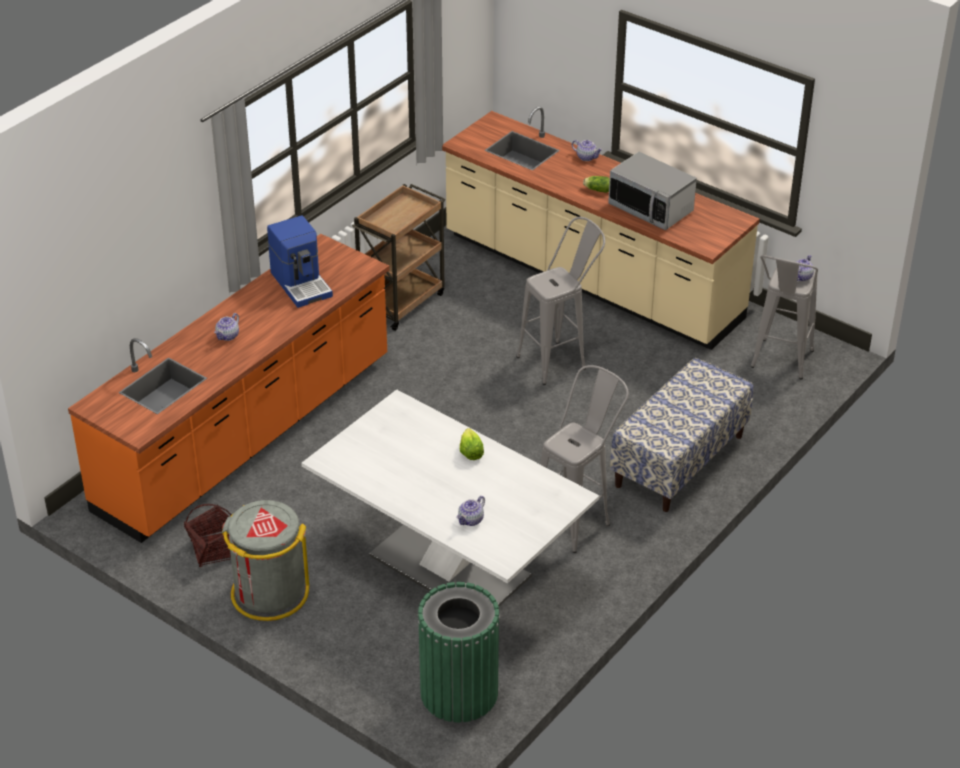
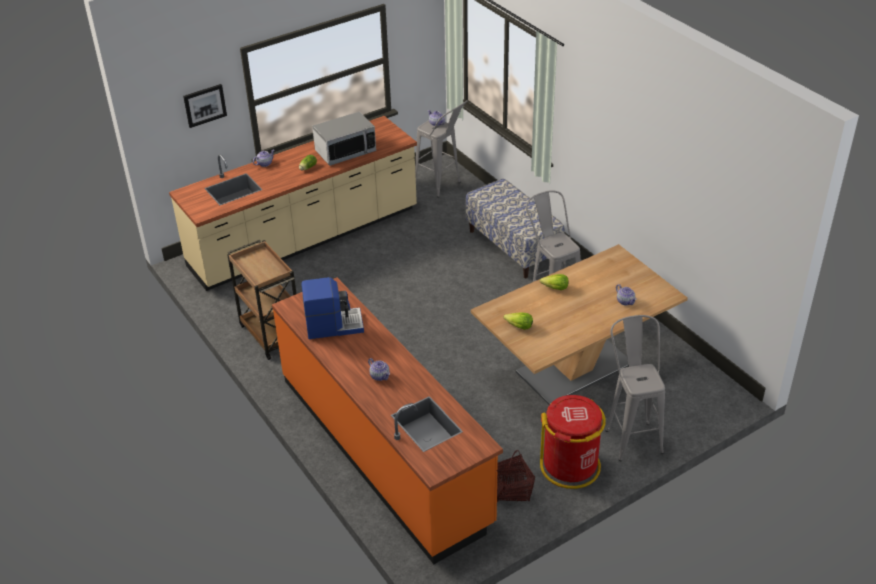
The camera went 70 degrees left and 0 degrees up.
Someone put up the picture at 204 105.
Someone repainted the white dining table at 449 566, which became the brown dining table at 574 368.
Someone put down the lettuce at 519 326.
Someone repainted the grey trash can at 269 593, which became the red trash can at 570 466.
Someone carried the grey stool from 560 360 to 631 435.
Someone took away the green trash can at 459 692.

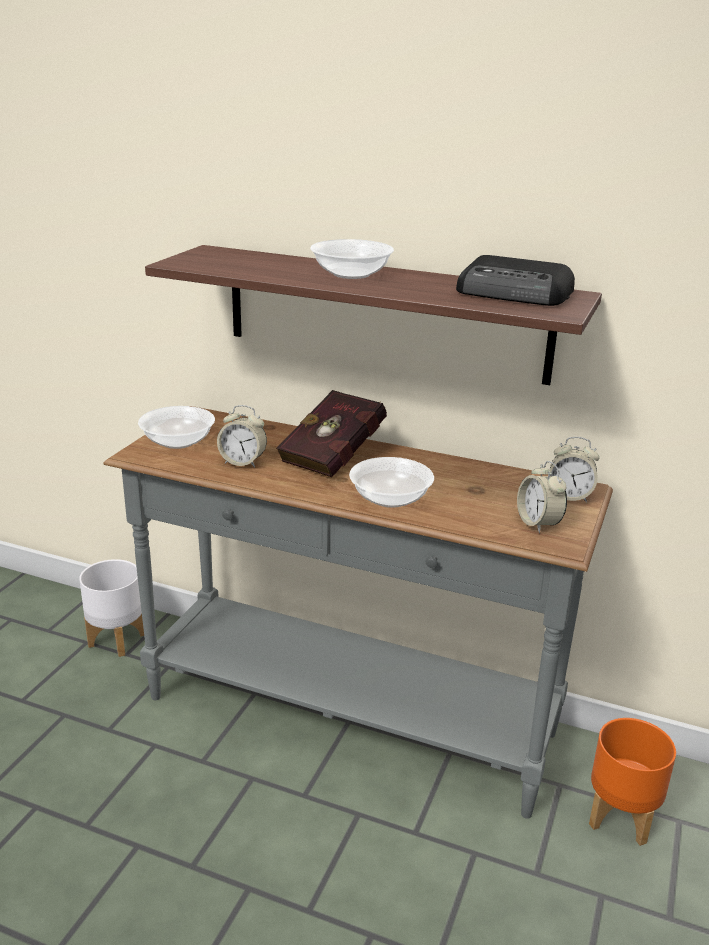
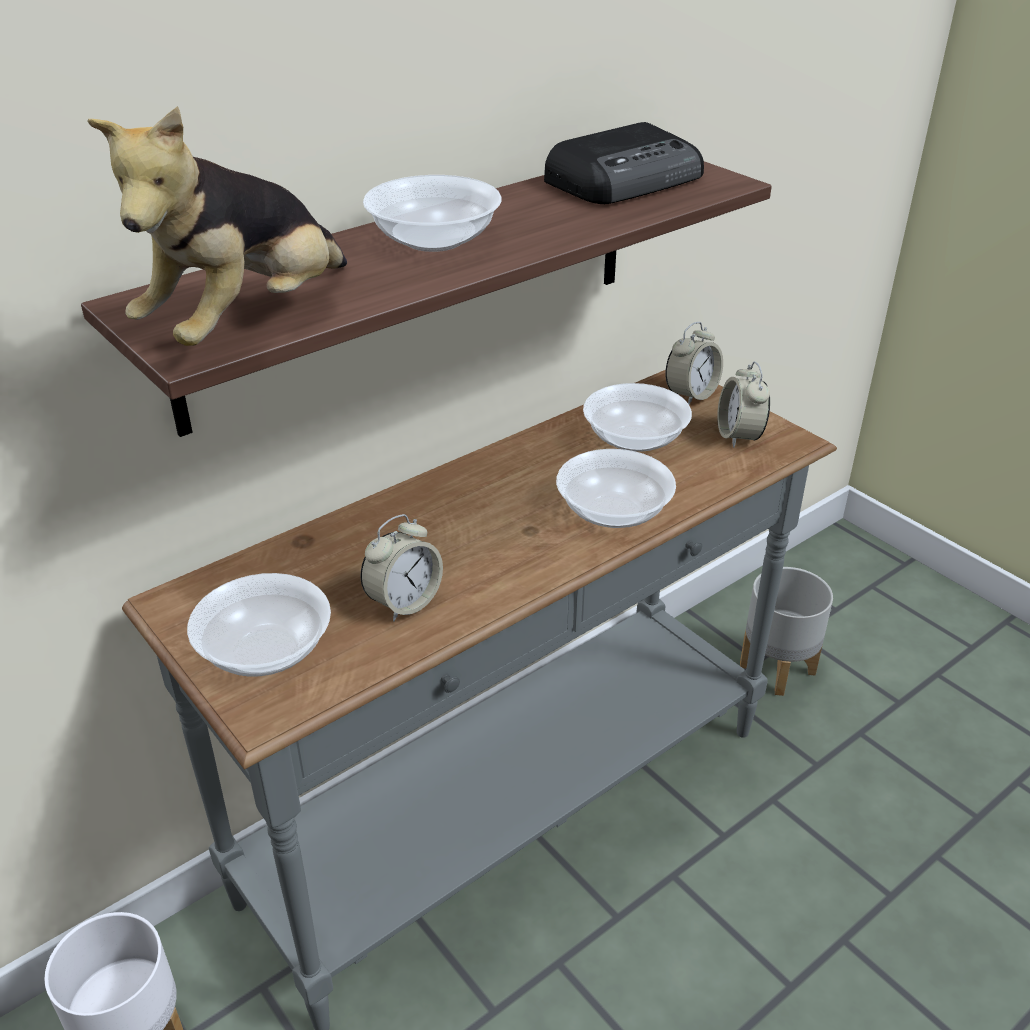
The camera went 60 degrees left and 10 degrees up.
Someone put down the plush toy at 248 323.
Someone put down the bowl at 634 438.
Someone rotated the alarm clock at 538 523 by 75 degrees clockwise.
Someone repainted the orange planter at 622 817, which became the grey planter at 778 668.
Someone took away the red book at 336 456.

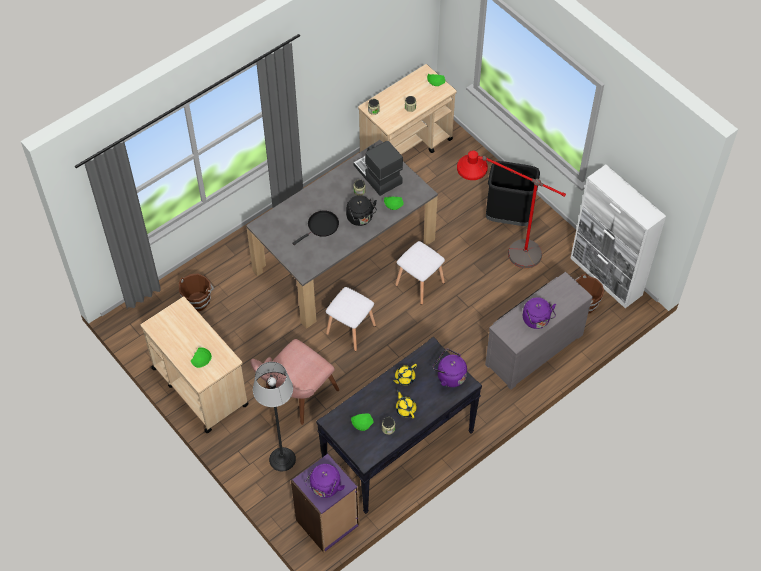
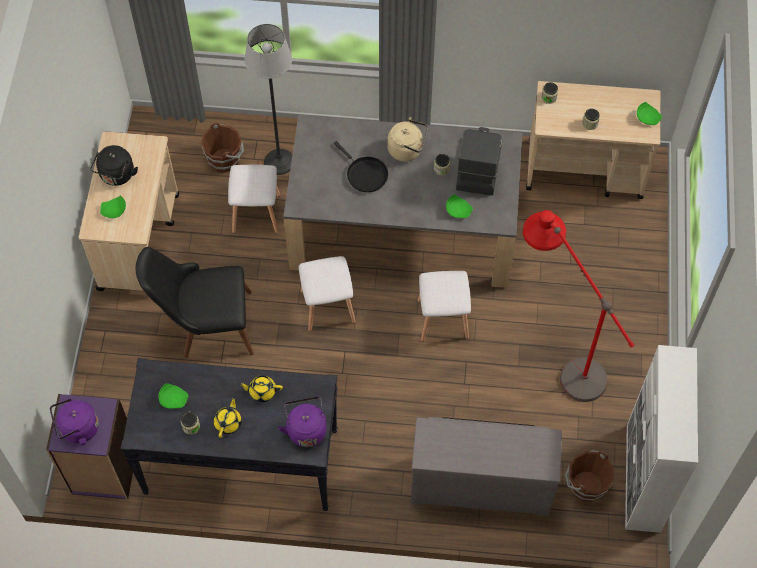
The camera went 45 degrees right and 5 degrees up.
Someone carried the black kettle from 361 218 to 116 176.
Someone repainted the pink chair at 294 398, which became the black chair at 205 326.
Someone put down the white stool at 256 212.
Someone carried the floor lamp from 282 459 to 279 161.
Someone rotated the black frying pan at 321 226 by 45 degrees clockwise.
Someone put down the beige kettle at 407 150.
Someone took away the black trash can at 508 217.
Someone took away the purple kettle at 537 321.

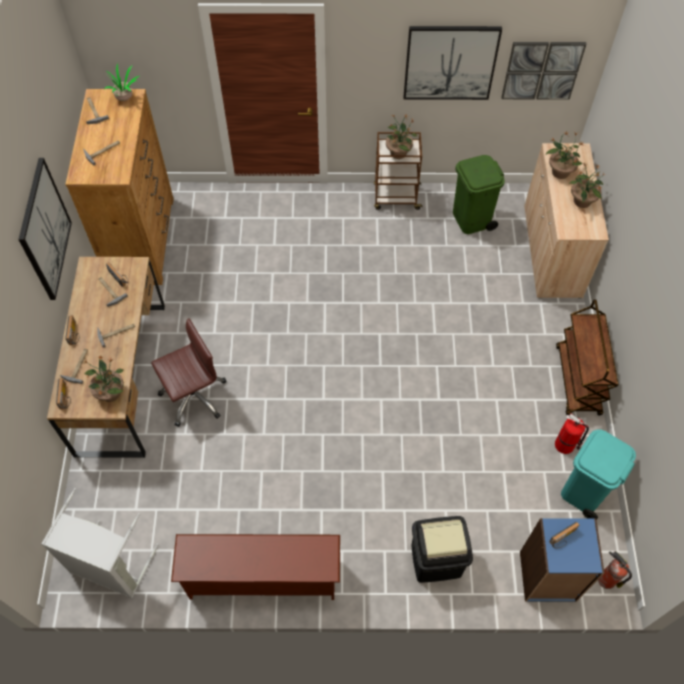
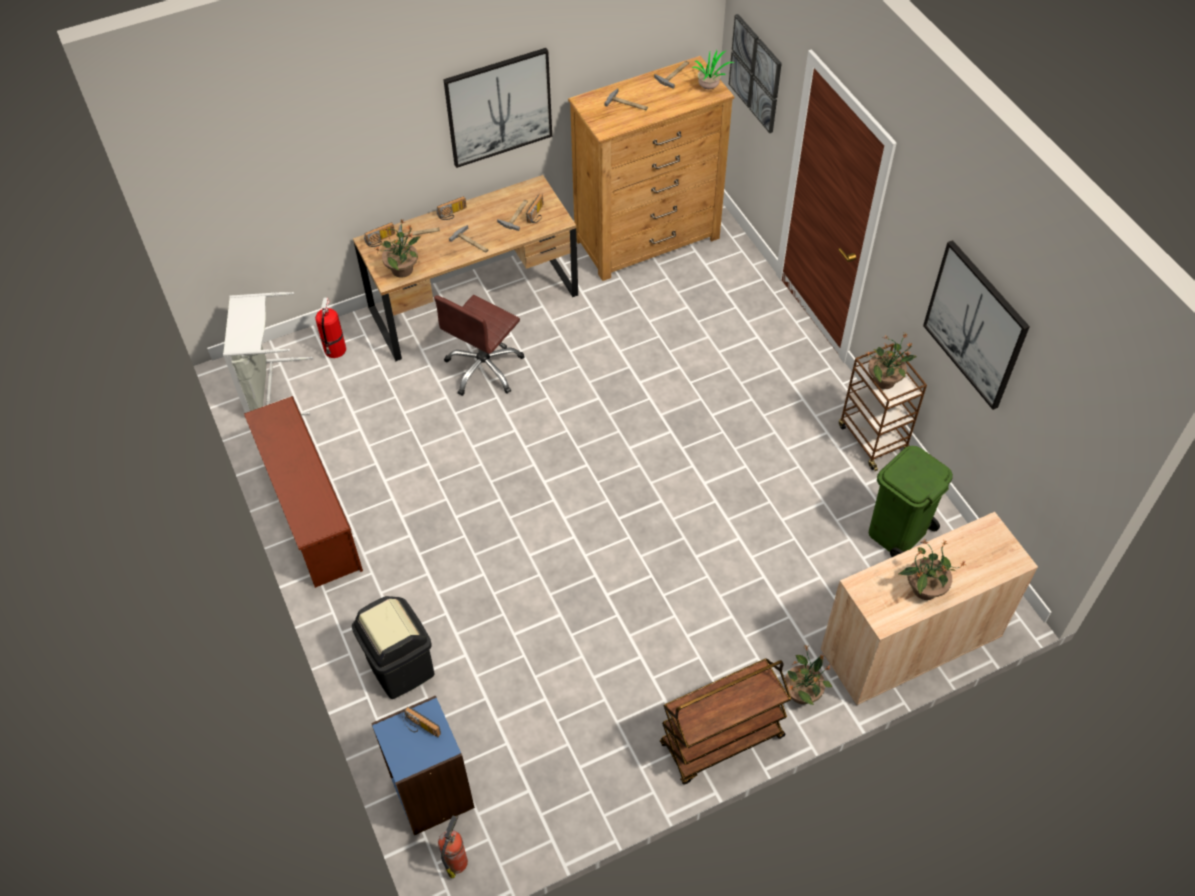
The camera went 65 degrees right and 5 degrees down.
Someone carried the fire extinguisher from 565 445 to 335 350.
Someone rotated the brown office chair at 194 396 by 90 degrees clockwise.
Someone carried the picture from 542 70 to 755 73.
Someone carried the potted plant from 560 172 to 802 692.
Someone took away the turquoise trash can at 584 491.

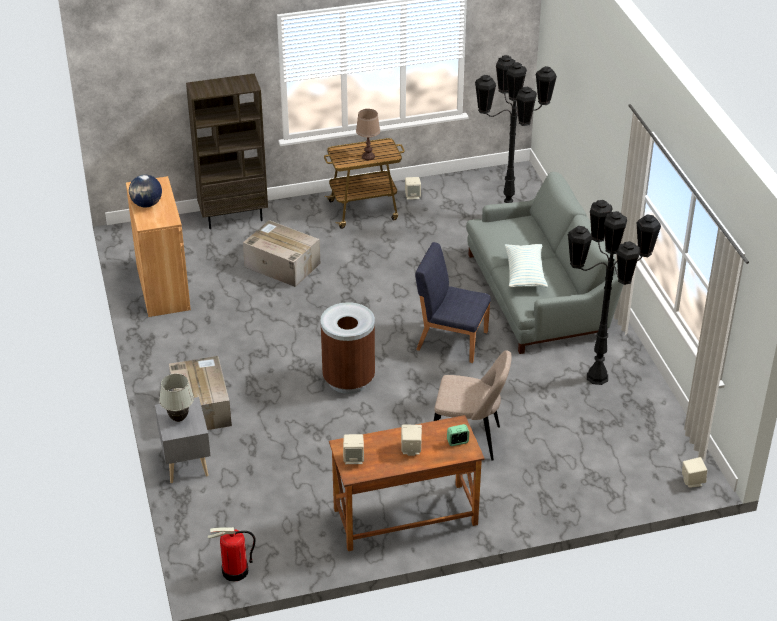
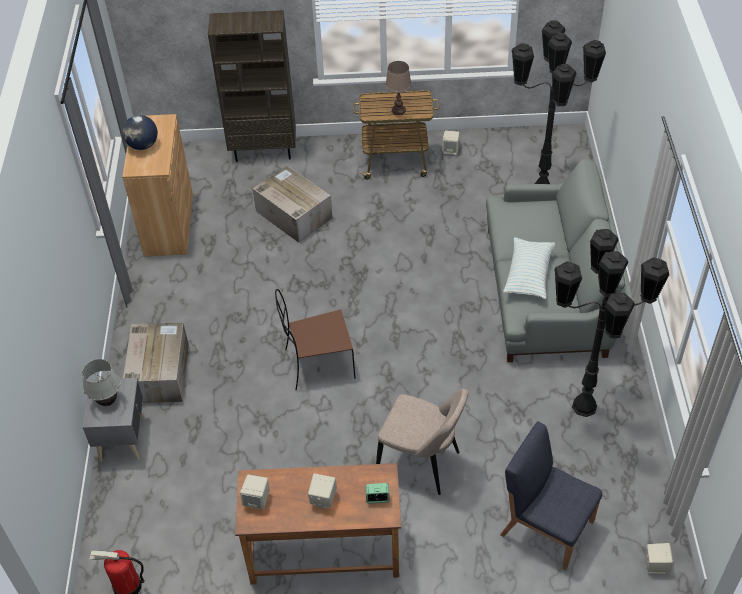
The camera went 15 degrees right and 10 degrees up.
Someone swapped the brown trash can at 348 379 for the brown chair at 317 364.
Someone carried the blue chair from 451 340 to 546 527.

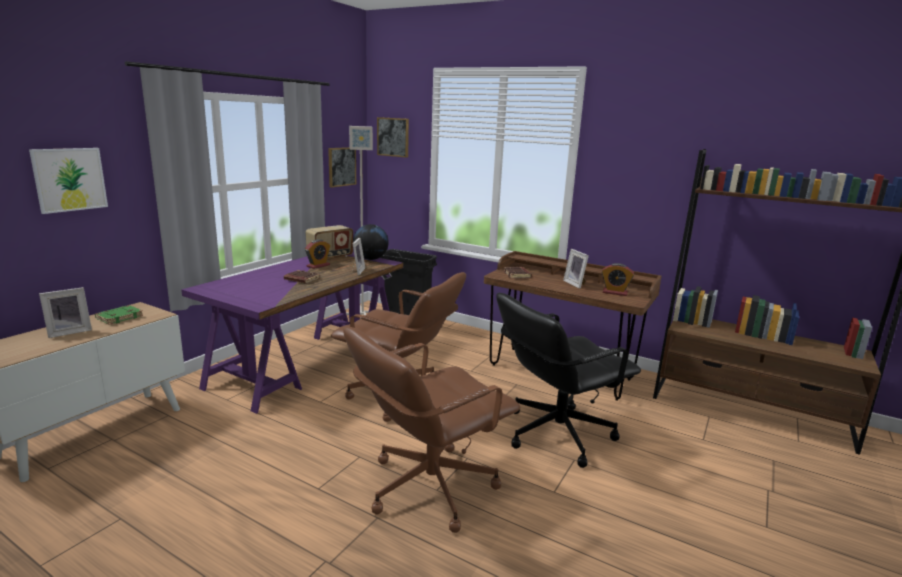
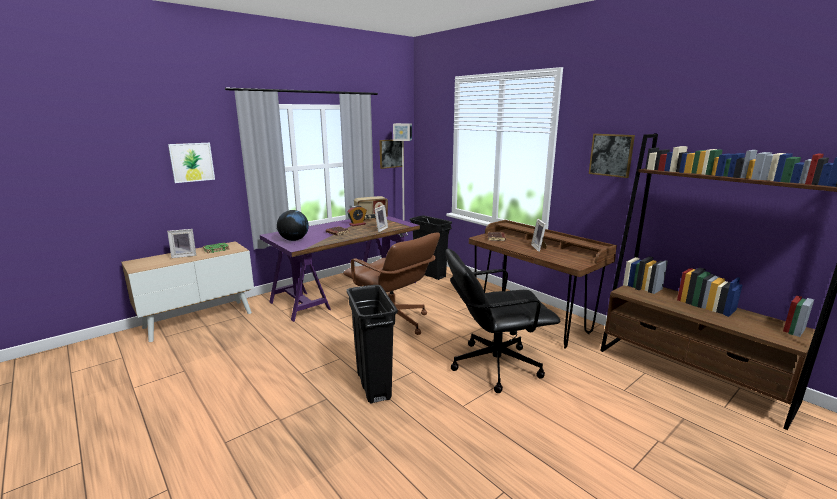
The camera went 20 degrees right and 0 degrees up.
Someone carried the globe from 370 259 to 294 240.
Someone swapped the brown office chair at 429 486 for the black trash can at 373 385.
Someone carried the picture from 393 137 to 611 155.
Someone took away the alarm clock at 615 292.

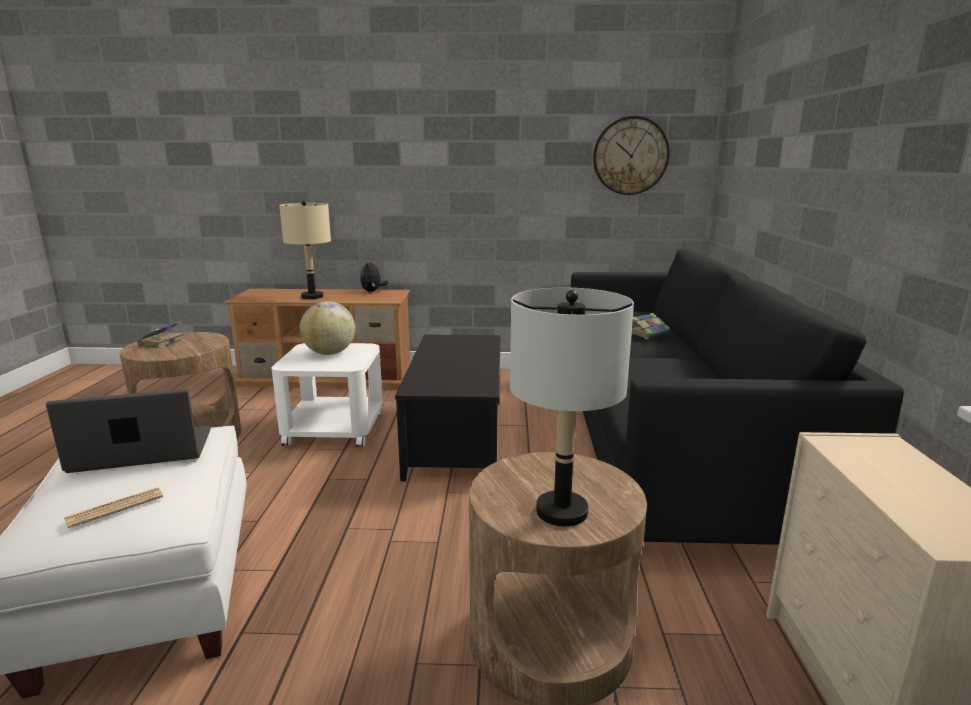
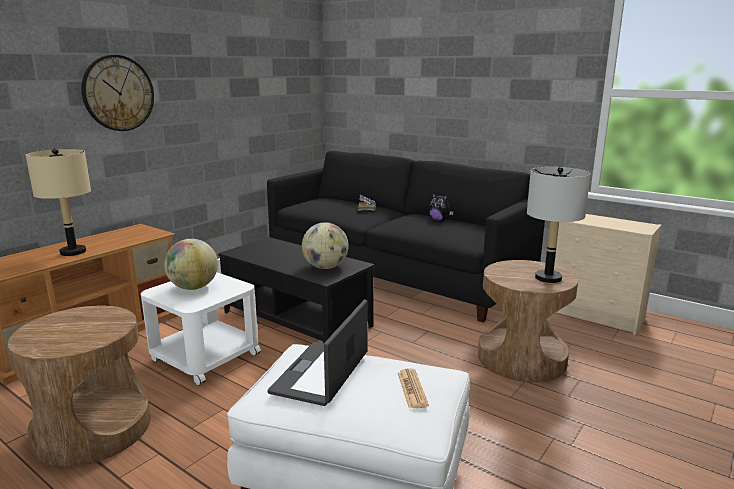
The camera went 55 degrees left and 0 degrees up.
Someone carried the wall clock from 630 156 to 118 93.
Someone put down the globe at 325 267.
Someone carried the plush toy from 372 291 to 439 220.
Someone took away the book at 161 342.

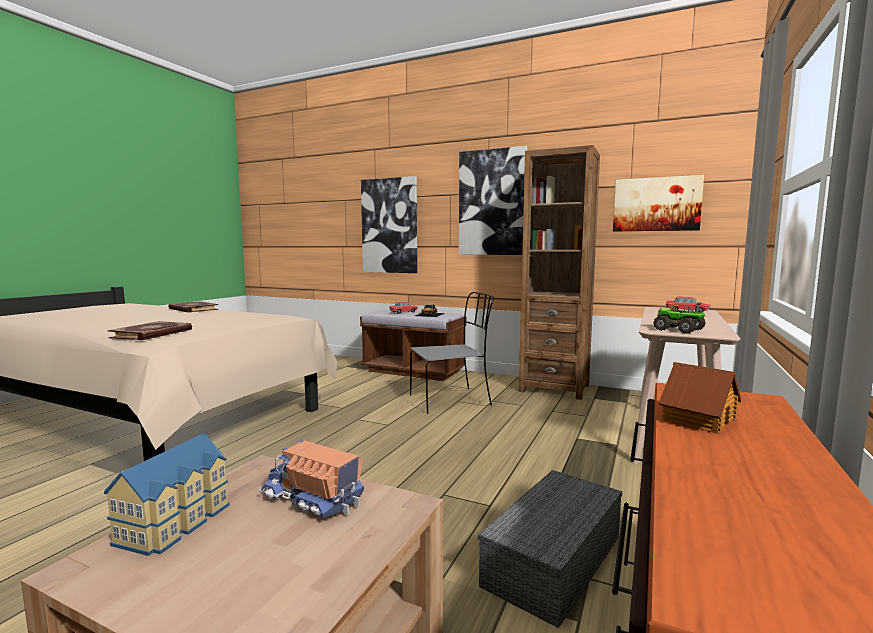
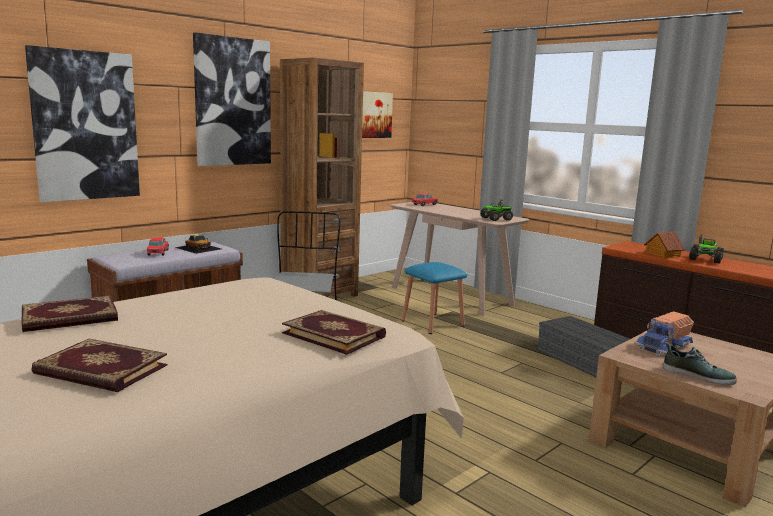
The camera went 70 degrees left and 5 degrees up.
Someone put down the book at 100 370.
Someone put down the blue stool at 432 323.
Someone swapped the toy house at 178 522 for the shoe at 698 375.
Someone put down the toy truck at 706 259.

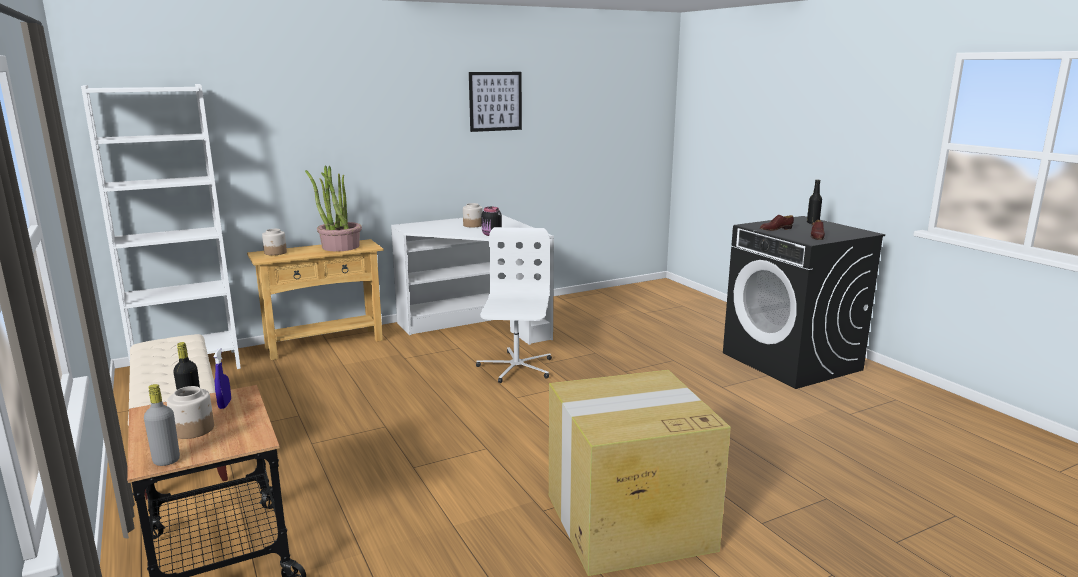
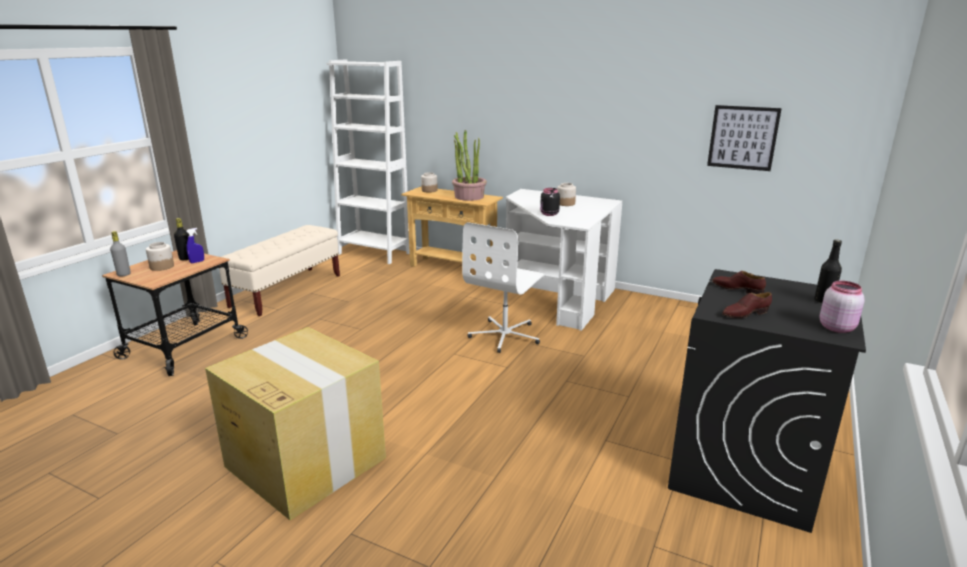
The camera went 55 degrees right and 5 degrees up.
Someone rotated the white office chair at 515 367 by 150 degrees clockwise.
Someone carried the picture from 495 101 to 743 137.
Someone put down the pink jar at 836 327.

